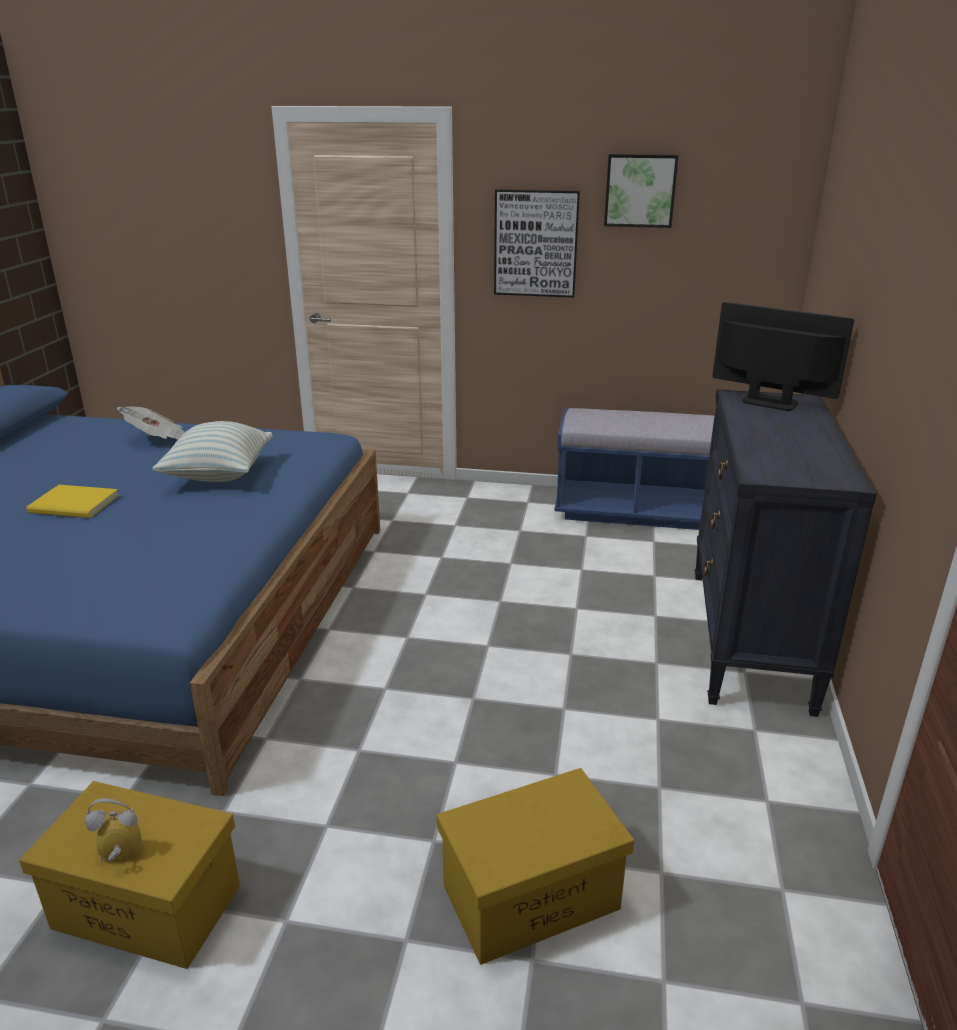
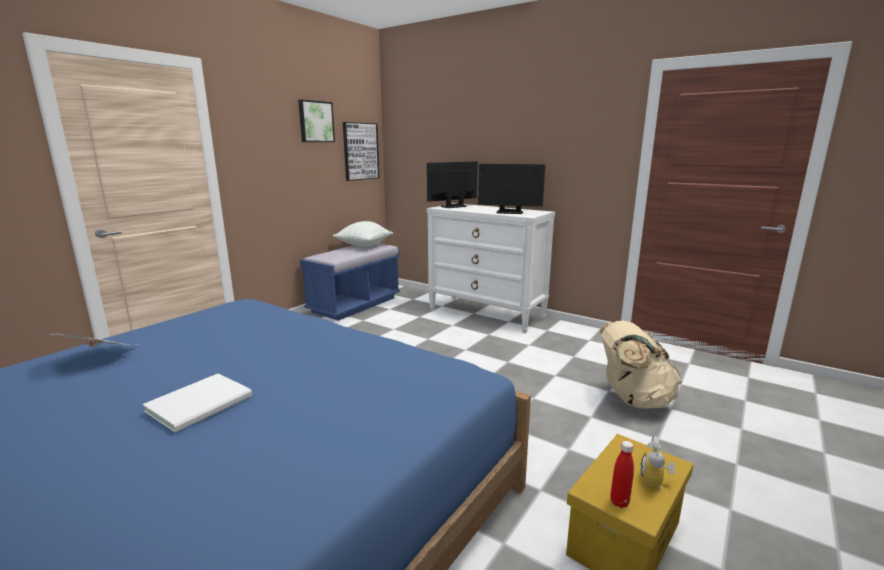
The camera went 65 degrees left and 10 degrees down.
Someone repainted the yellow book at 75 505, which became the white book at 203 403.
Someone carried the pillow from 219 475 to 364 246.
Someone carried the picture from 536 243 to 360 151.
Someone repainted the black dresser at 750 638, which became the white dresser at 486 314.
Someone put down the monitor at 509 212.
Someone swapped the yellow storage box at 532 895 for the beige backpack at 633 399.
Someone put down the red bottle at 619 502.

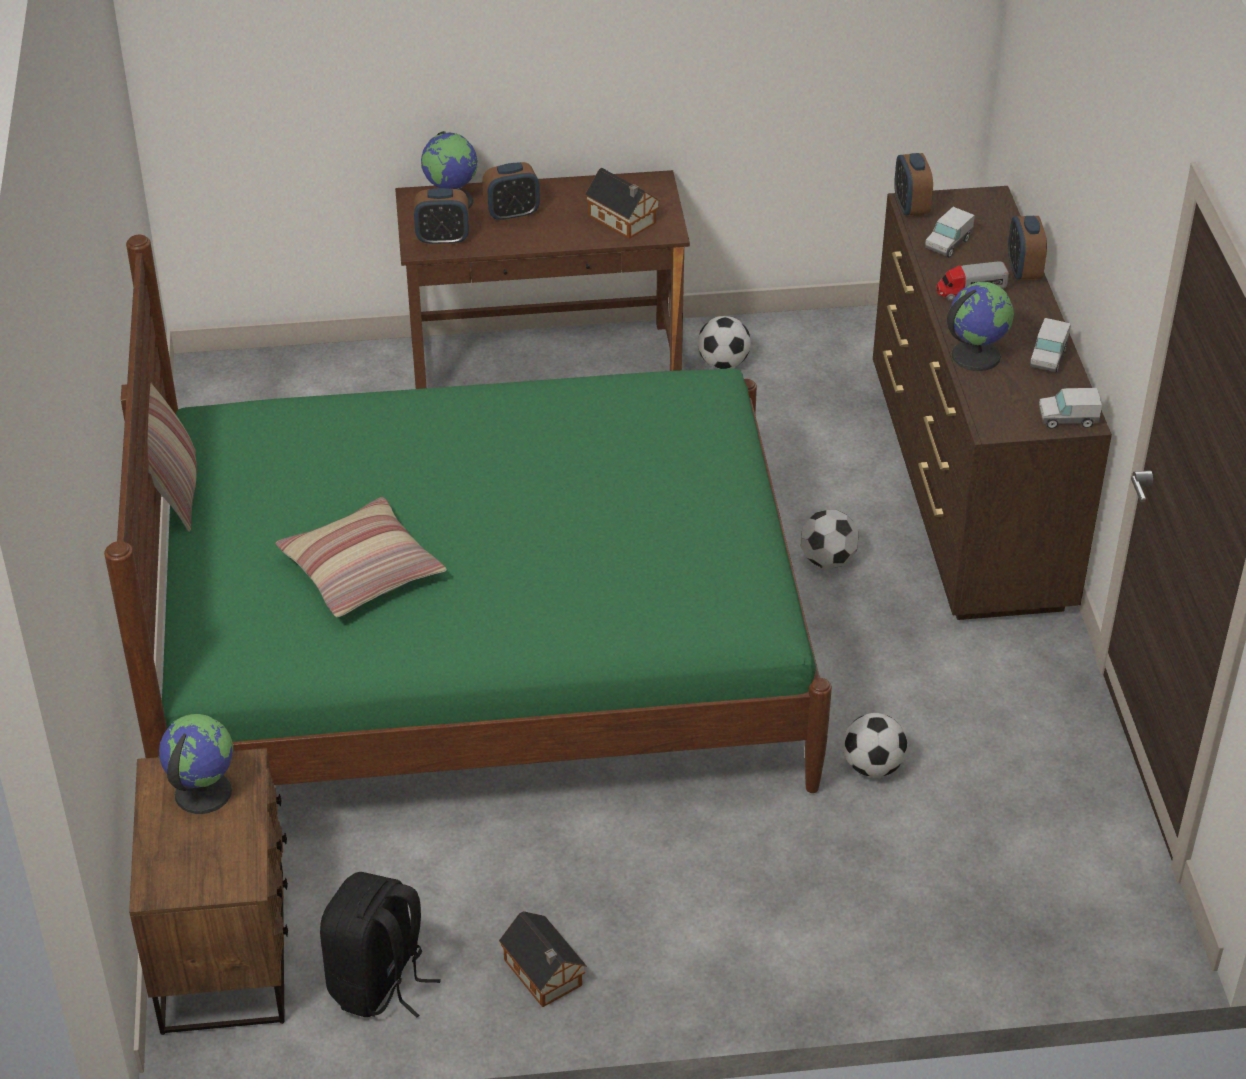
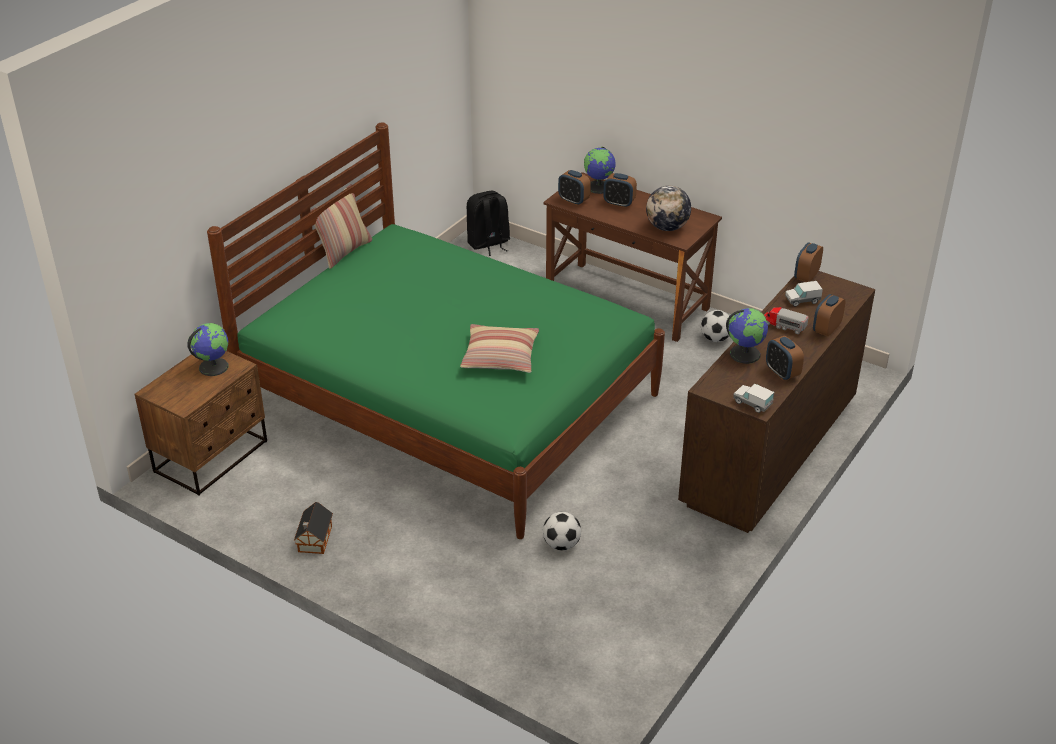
The camera went 40 degrees right and 5 degrees down.
Someone carried the pillow from 361 570 to 500 356.
Someone carried the black backpack from 379 983 to 488 244.
Someone swapped the toy house at 623 220 for the globe at 667 227.
Someone swapped the toy truck at 1048 358 for the alarm clock at 782 373.
Someone took away the football at 827 560.

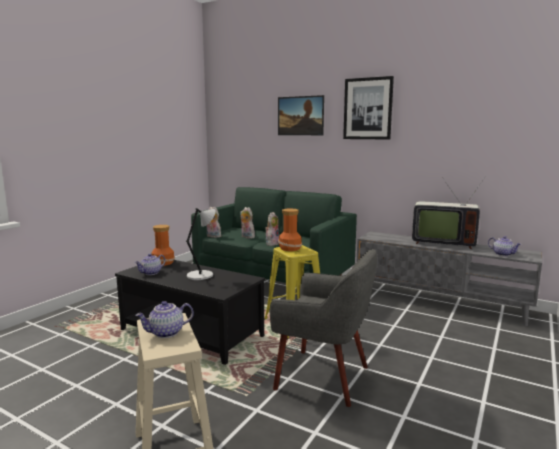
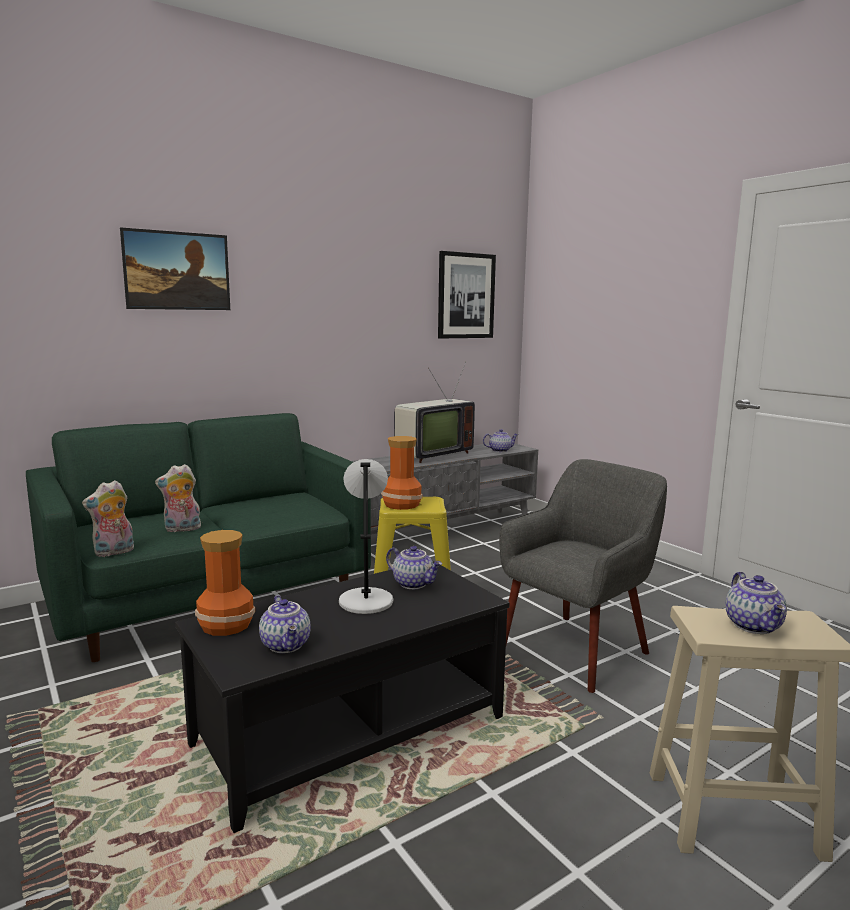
The camera went 65 degrees left and 0 degrees up.
Someone put down the teapot at 414 583.
Someone carried the picture from 368 108 to 466 296.
Someone took away the plush toy at 272 243.

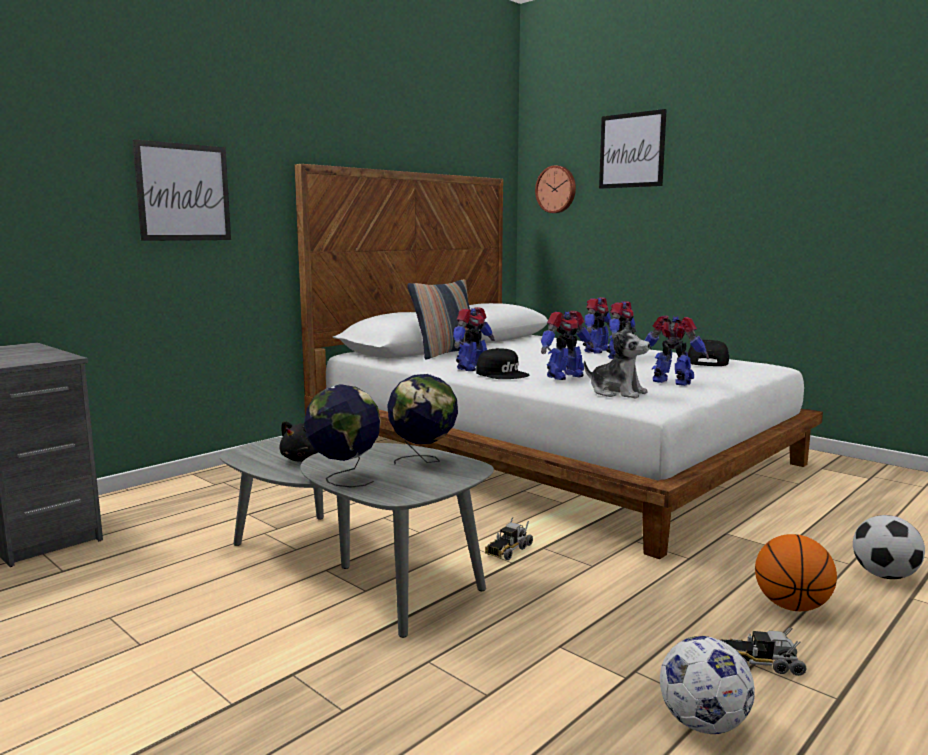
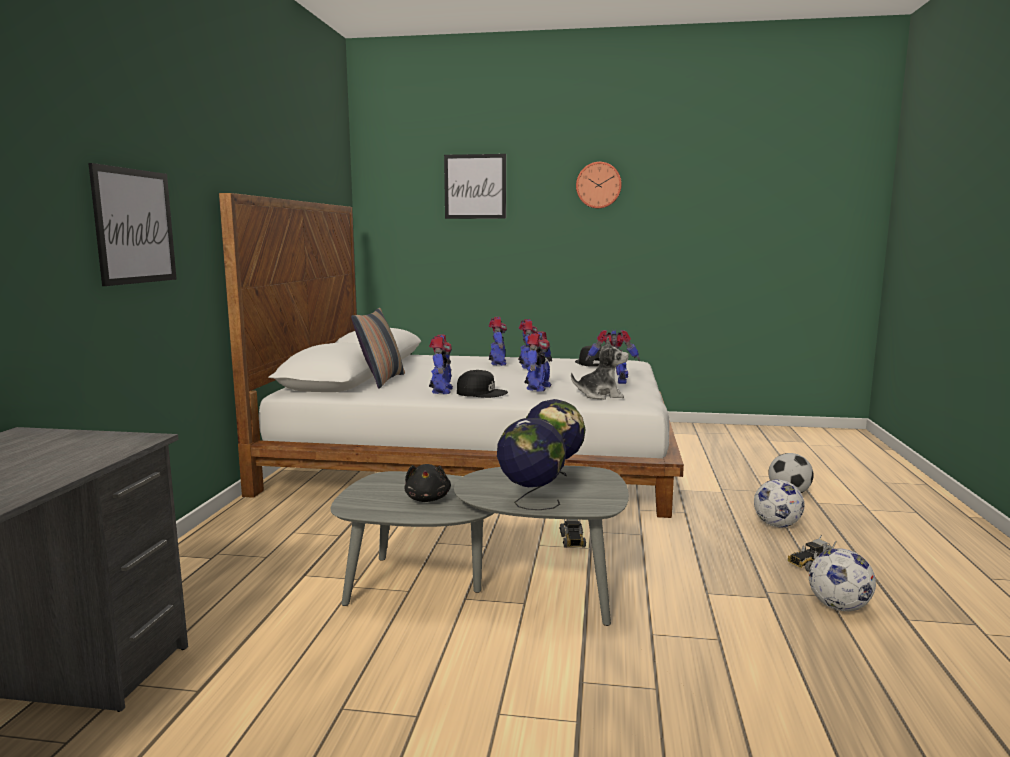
The camera went 35 degrees left and 0 degrees up.
Someone carried the wall clock from 556 189 to 598 185.
Someone swapped the basketball at 791 606 for the football at 776 525.

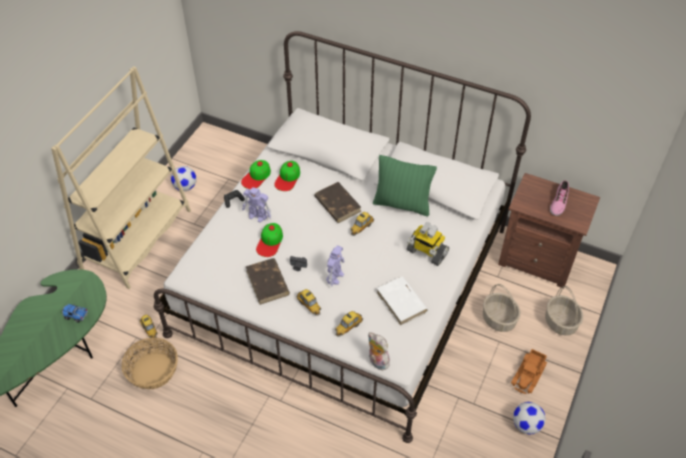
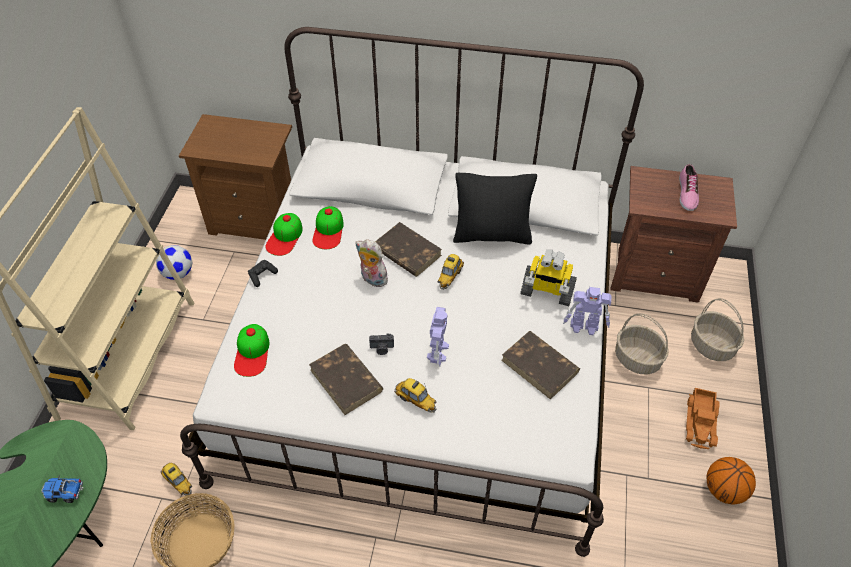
The camera went 15 degrees left and 0 degrees up.
Someone put down the brown nightstand at 256 220.
Someone carried the cap from 270 242 to 252 352.
Someone carried the plush toy from 377 362 to 372 279.
Someone repainted the green pillow at 402 204, which became the black pillow at 492 235.
Someone repainted the white book at 402 302, which became the brown book at 540 366.
Someone carried the toy robot from 258 216 to 585 326.
Someone swapped the football at 526 425 for the basketball at 723 490.
Someone took away the toy car at 348 327.

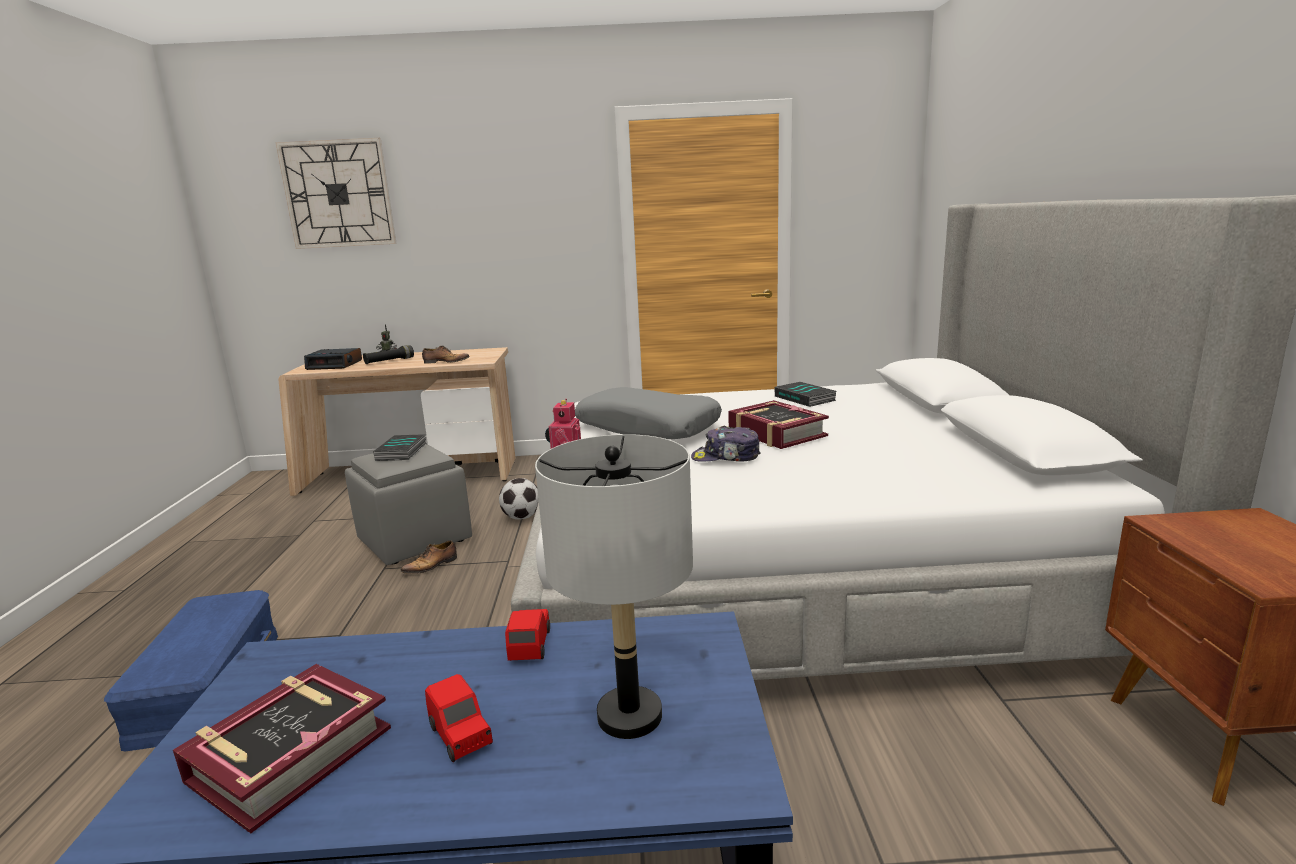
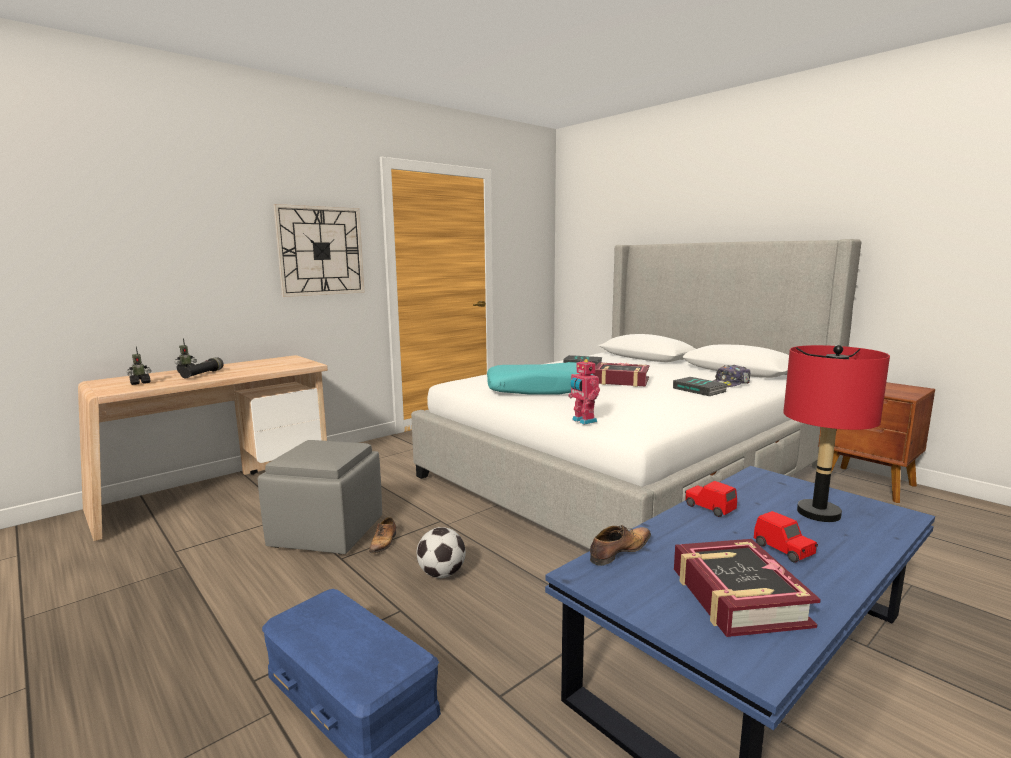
The camera went 40 degrees left and 5 degrees down.
Someone swapped the alarm clock at 335 365 for the toy robot at 140 383.
Someone carried the wall clock from 338 194 to 321 251.
Someone carried the football from 522 517 to 441 574.
Someone repainted the grey pillow at 648 428, which became the turquoise pillow at 539 389.
Someone carried the shoe from 445 362 to 619 552.
Someone carried the book from 402 452 to 700 390.
Someone carried the cap from 726 457 to 731 384.
Someone rotated the red toy car at 461 736 by 45 degrees clockwise.
Someone repainted the grey table lamp at 630 715, which became the red table lamp at 818 513.

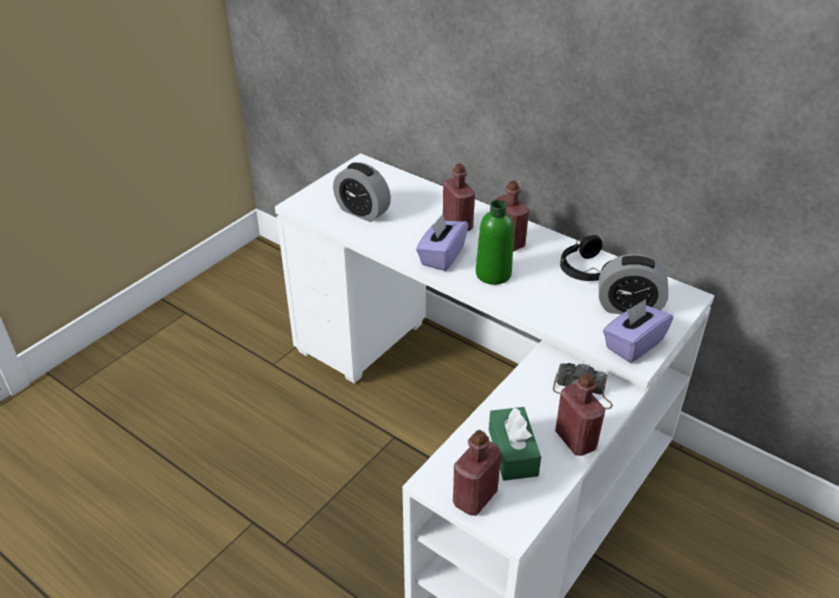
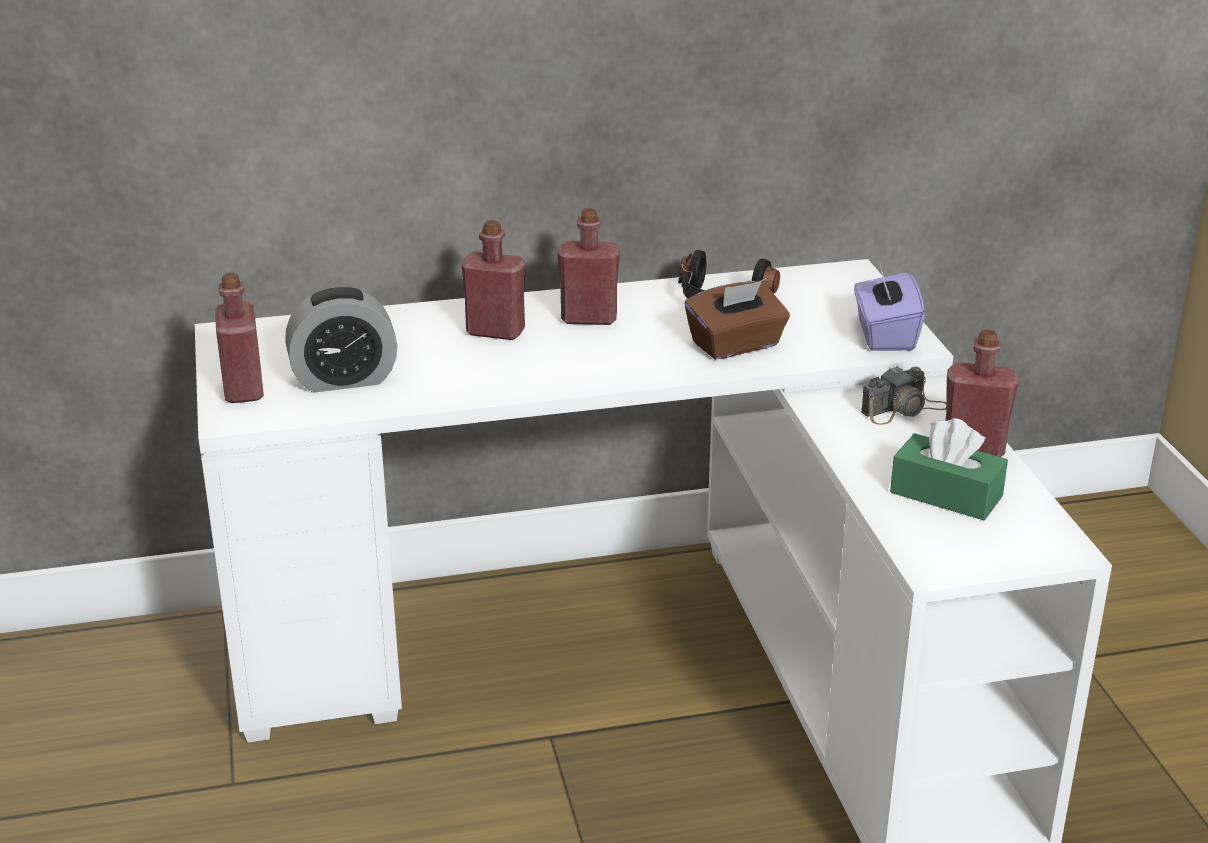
The camera went 50 degrees left and 10 degrees down.
Someone carried the red bottle from 475 498 to 243 390.
Someone put down the brown tissue box at 736 345.
Someone took away the purple tissue box at 441 256.
Someone took away the green bottle at 493 274.
Someone took away the alarm clock at 628 307.

